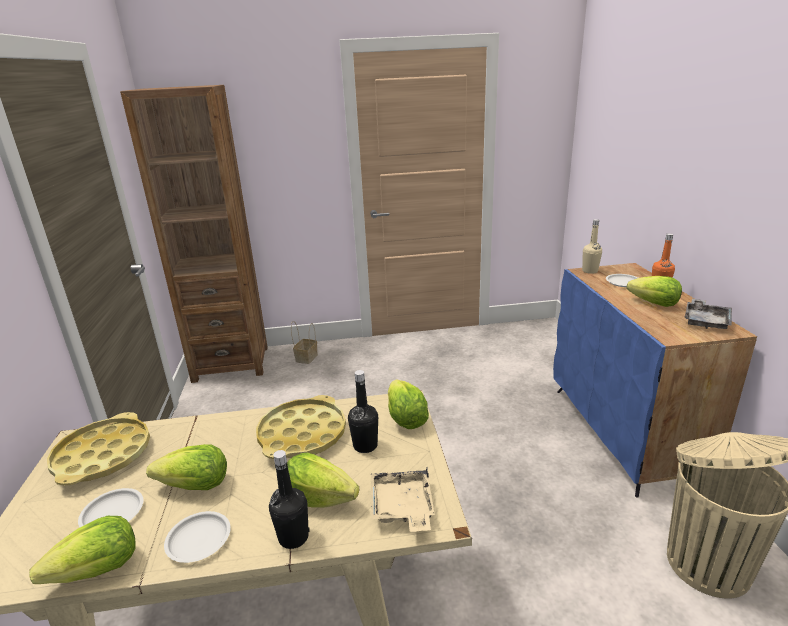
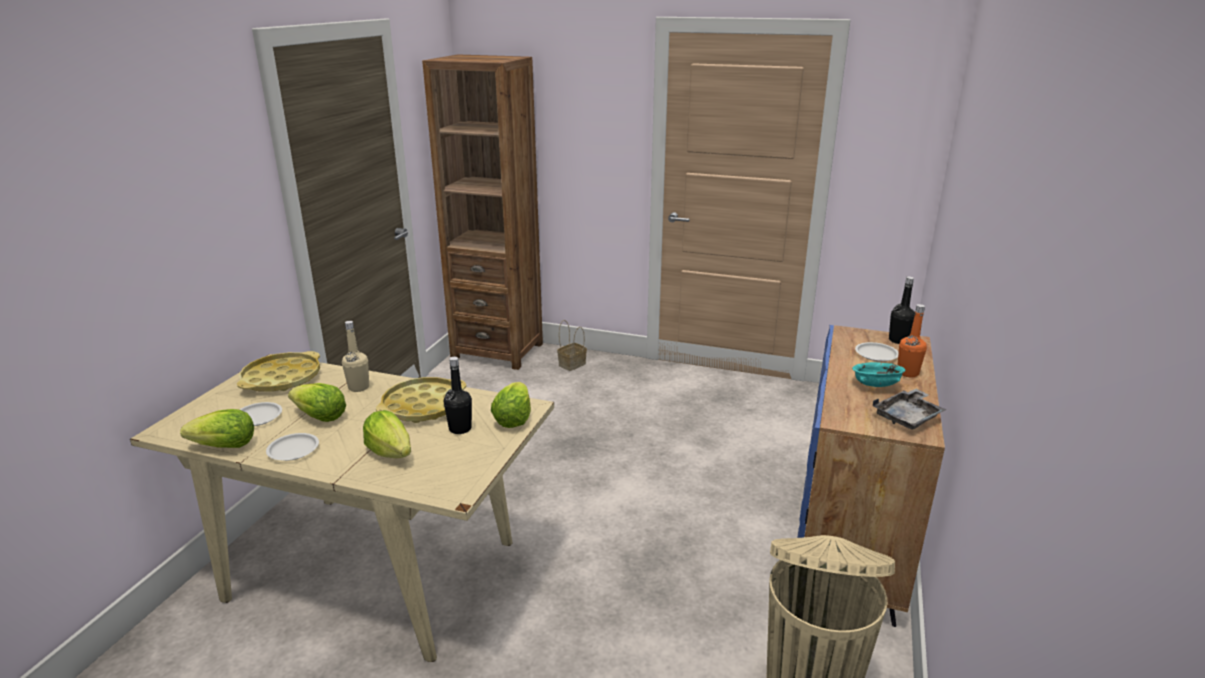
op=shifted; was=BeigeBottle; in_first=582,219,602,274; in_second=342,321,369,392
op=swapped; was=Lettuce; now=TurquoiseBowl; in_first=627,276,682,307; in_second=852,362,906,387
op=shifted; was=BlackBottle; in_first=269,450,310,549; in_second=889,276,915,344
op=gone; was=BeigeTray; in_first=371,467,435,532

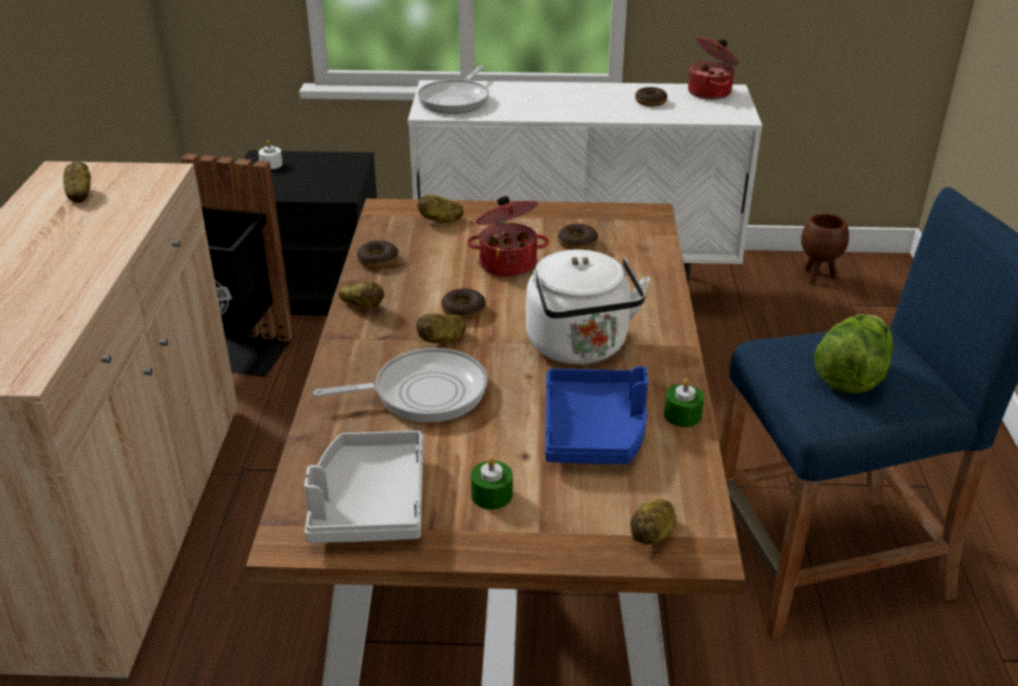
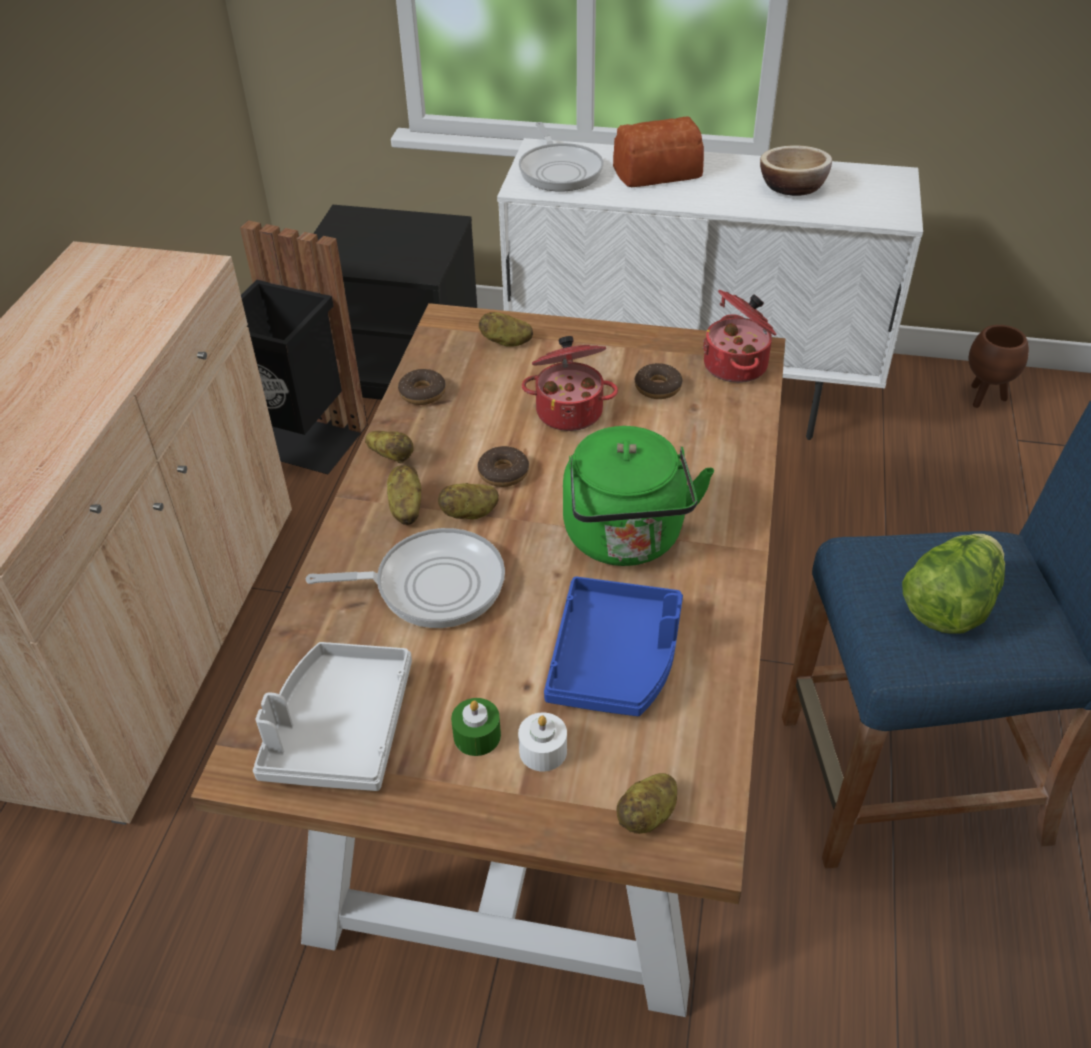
op=shifted; was=Potato; in_first=63,162,91,203; in_second=387,465,421,525
op=shifted; was=WhiteCandle; in_first=258,140,283,169; in_second=518,713,567,772
op=rotated; was=FryingPan; in_first=417,66,489,114; in_second=519,122,604,192; clockwise=-45
op=repainted; was=WhiteKettle; now=GreenKettle; in_first=526,250,650,365; in_second=563,426,714,566
op=new; now=Bread; in_second=613,116,704,187
op=shifted; was=CookingPot; in_first=688,37,738,100; in_second=702,290,776,383
op=swapped; was=Donut; now=Bowl; in_first=635,87,667,107; in_second=760,145,832,196
op=gone; was=GreenCandle; in_first=664,378,704,427

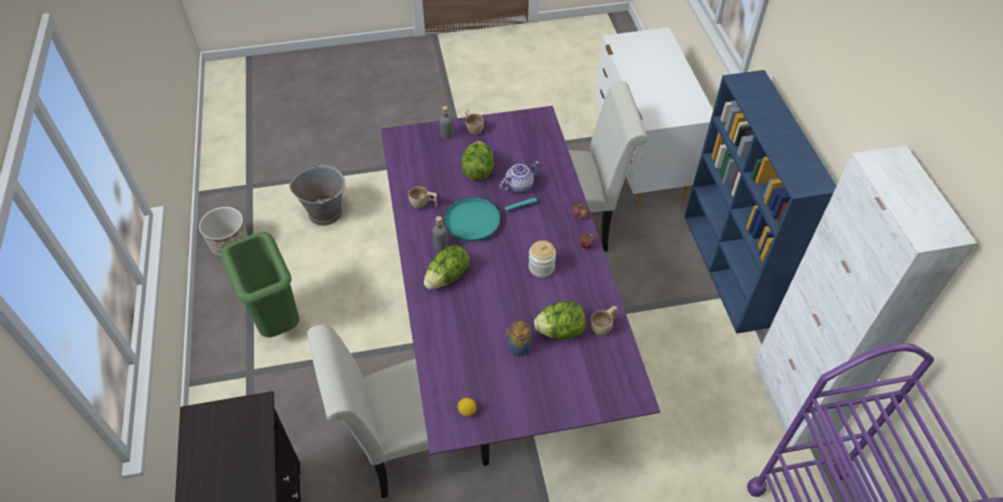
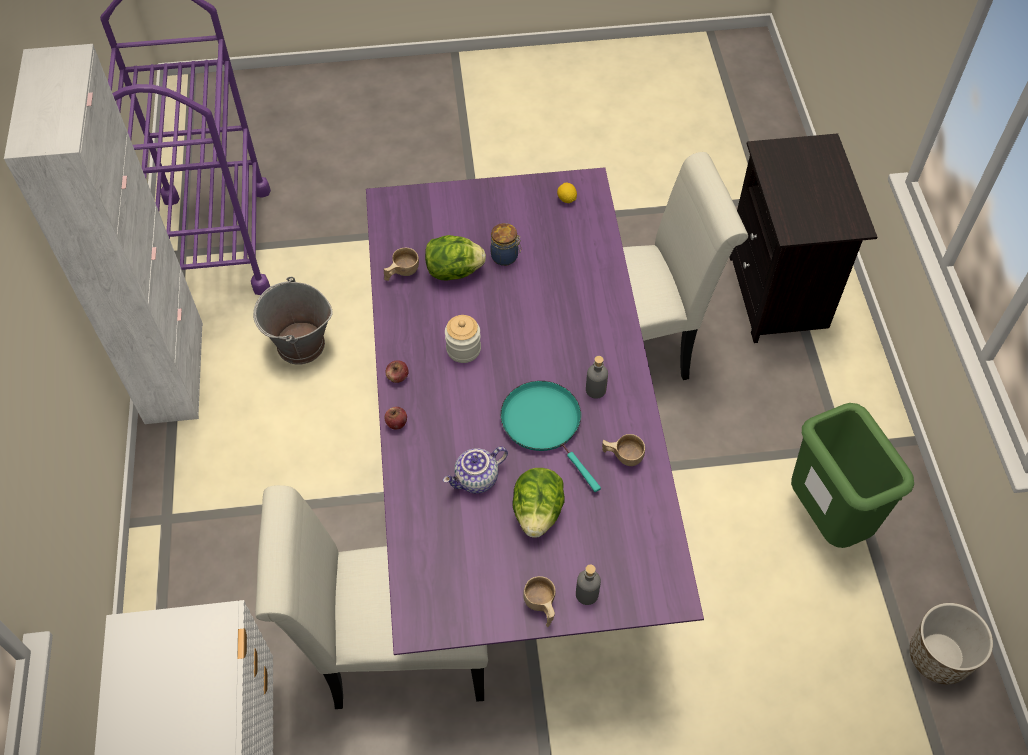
op=shifted; was=GreyBucket; in_first=289,162,345,226; in_second=253,277,333,365
op=rotated; was=TurquoiseFryingPan; in_first=444,197,537,242; in_second=500,381,601,492; clockwise=-105
op=gone; was=Lettuce; in_first=424,245,470,289
op=gone; was=BlueBookcase; in_first=685,70,836,334

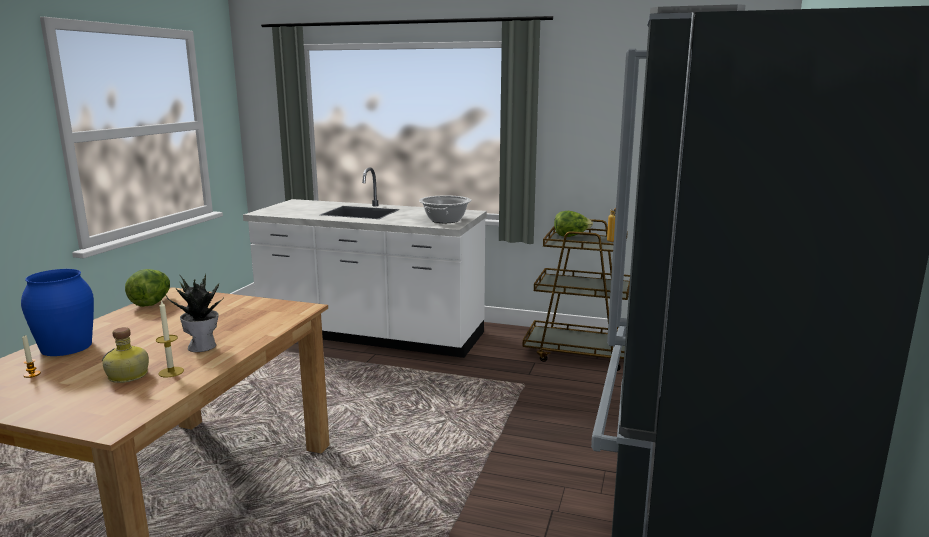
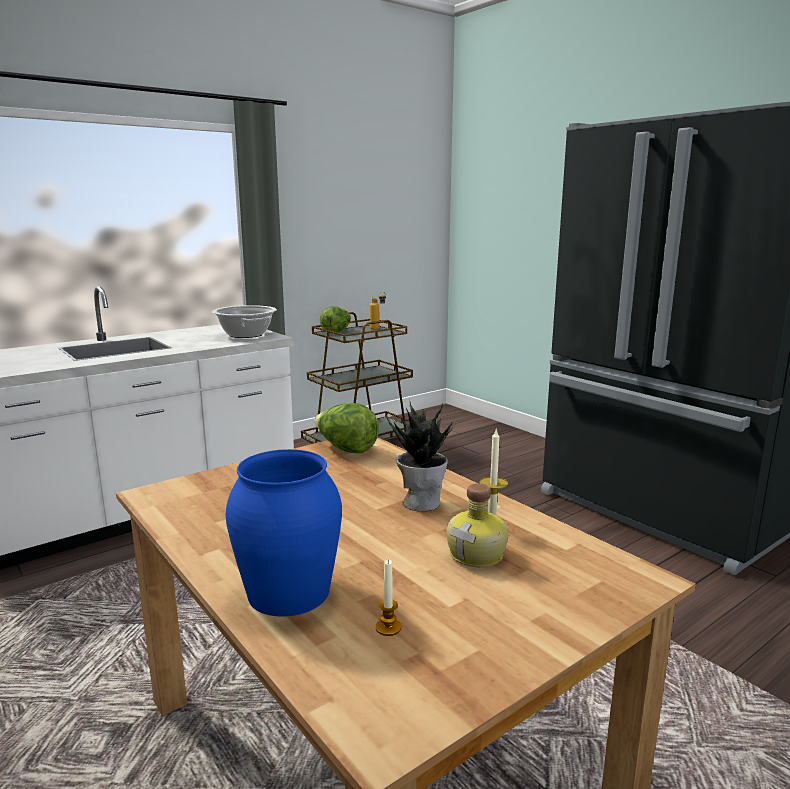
op=shifted; was=Lettuce; in_first=125,269,170,307; in_second=314,403,379,453

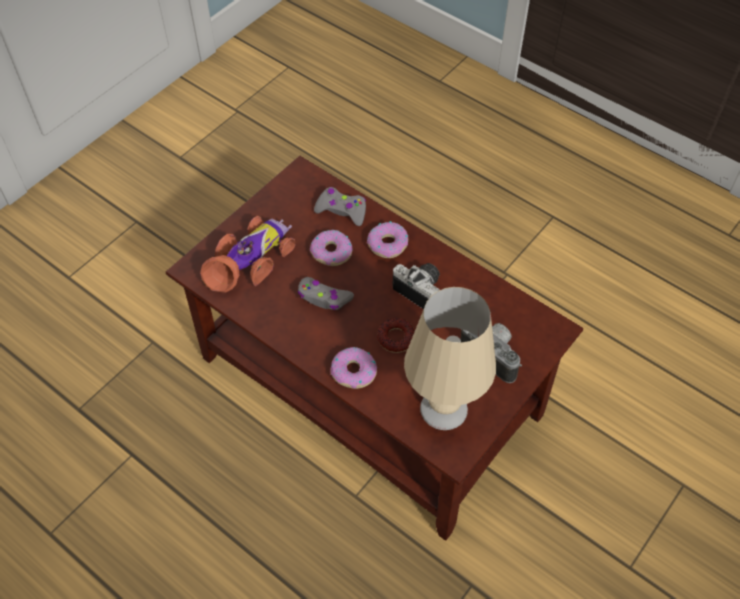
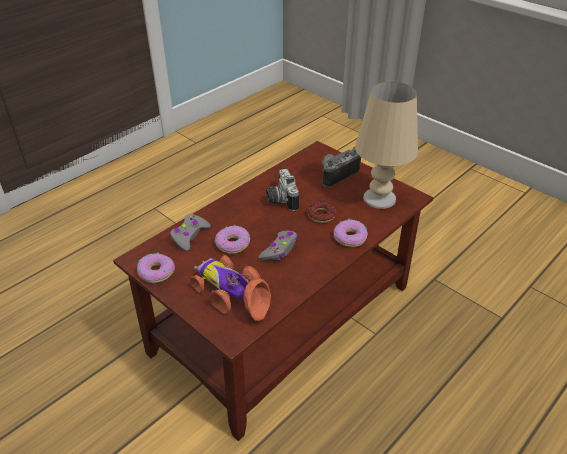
op=shifted; was=Donut; in_first=367,221,408,258; in_second=137,253,175,283
op=rotated; was=PhotoCamera; in_first=393,263,440,309; in_second=266,169,299,211; clockwise=-60

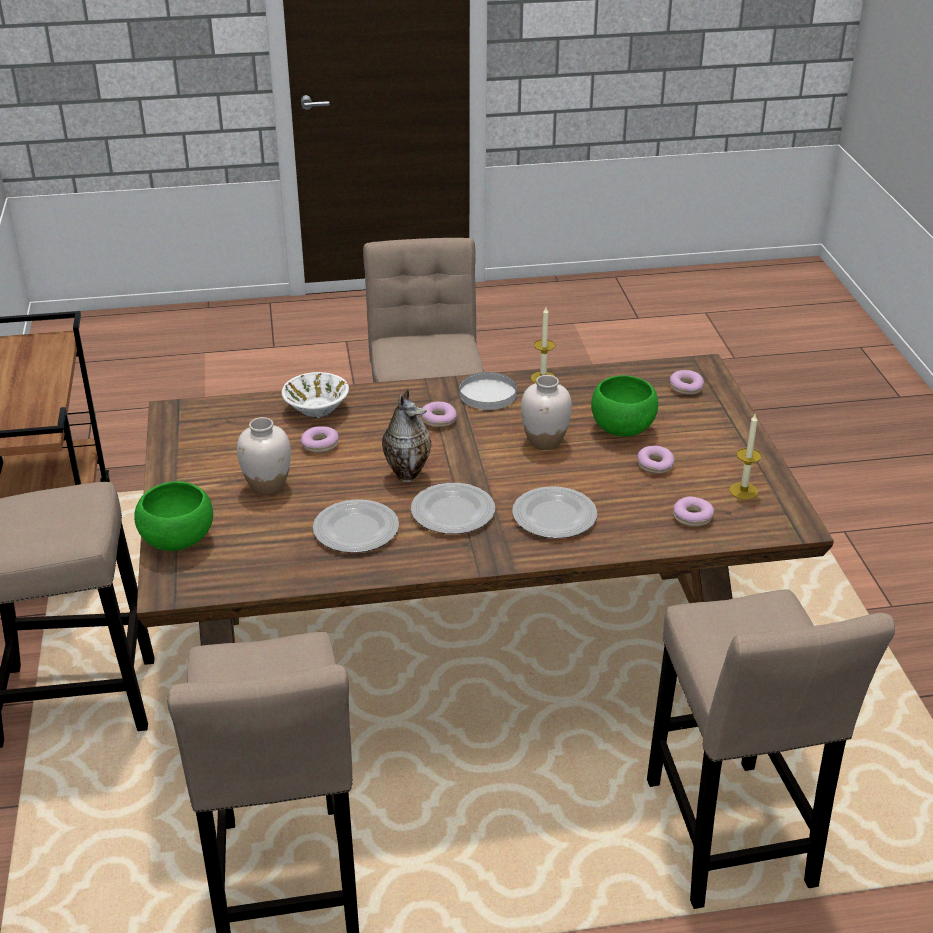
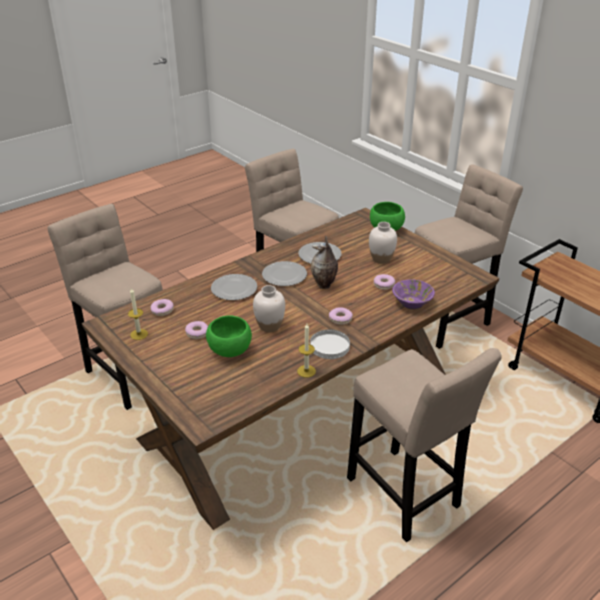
op=repainted; was=WhiteBowl; now=PurpleBowl; in_first=282,372,349,418; in_second=392,279,435,309
op=gone; was=Donut; in_first=670,370,704,395

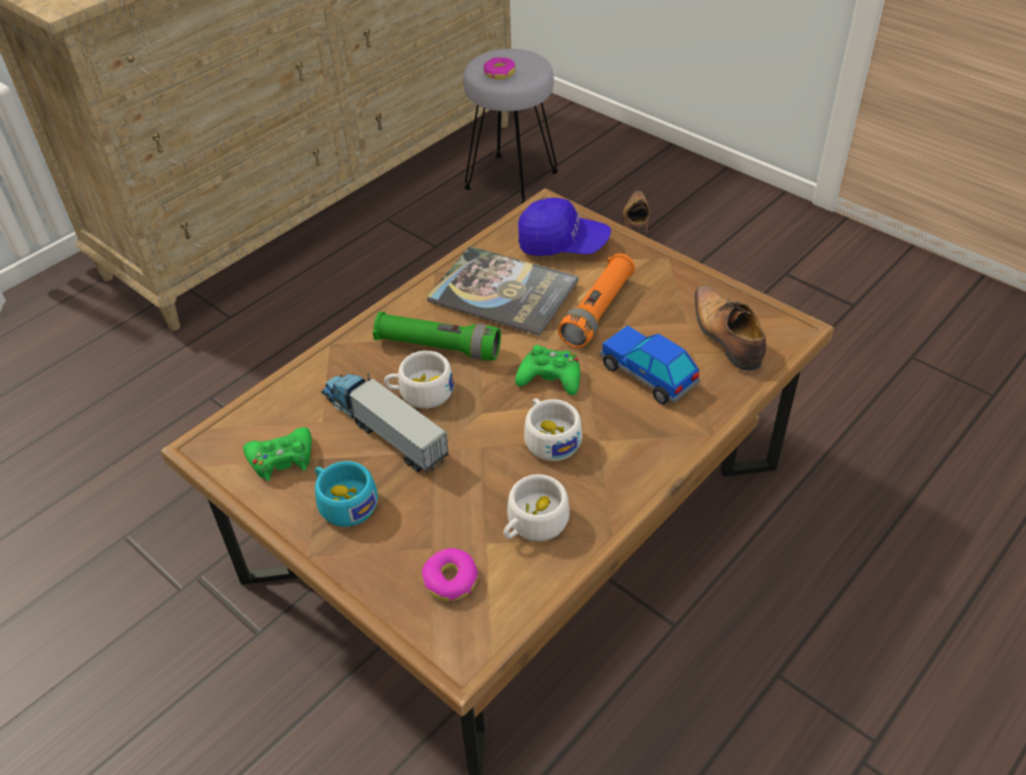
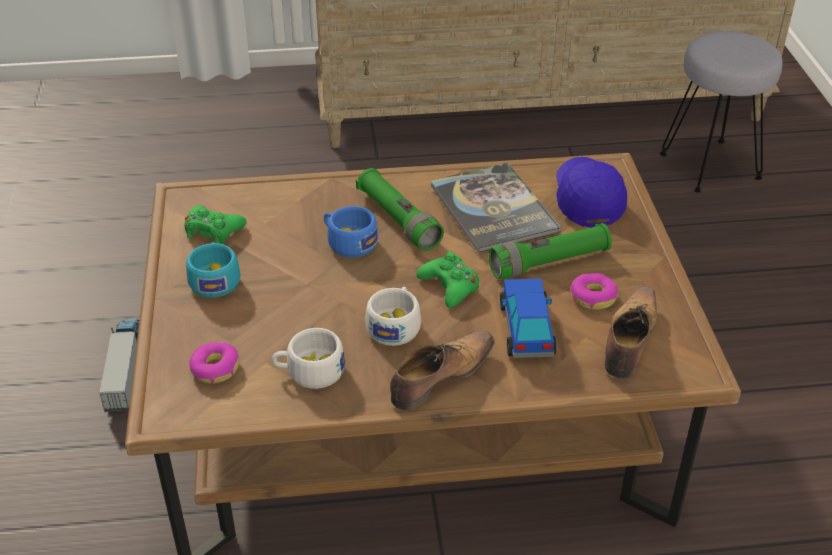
op=shifted; was=ToyTruck; in_first=321,373,449,473; in_second=99,319,139,414
op=repainted; was=WhiteCup; now=BlueCup; in_first=384,350,454,408; in_second=324,206,378,258
op=shifted; was=Shoe; in_first=622,191,650,236; in_second=390,331,495,410
op=repainted; was=OrangeFlashlight; now=GreenFlashlight; in_first=558,253,635,348; in_second=489,223,612,279
op=rotated; was=BlueCap; in_first=518,198,611,256; in_second=556,157,627,228; clockwise=-150
op=shifted; was=Donut; in_first=483,57,516,80; in_second=570,273,618,310

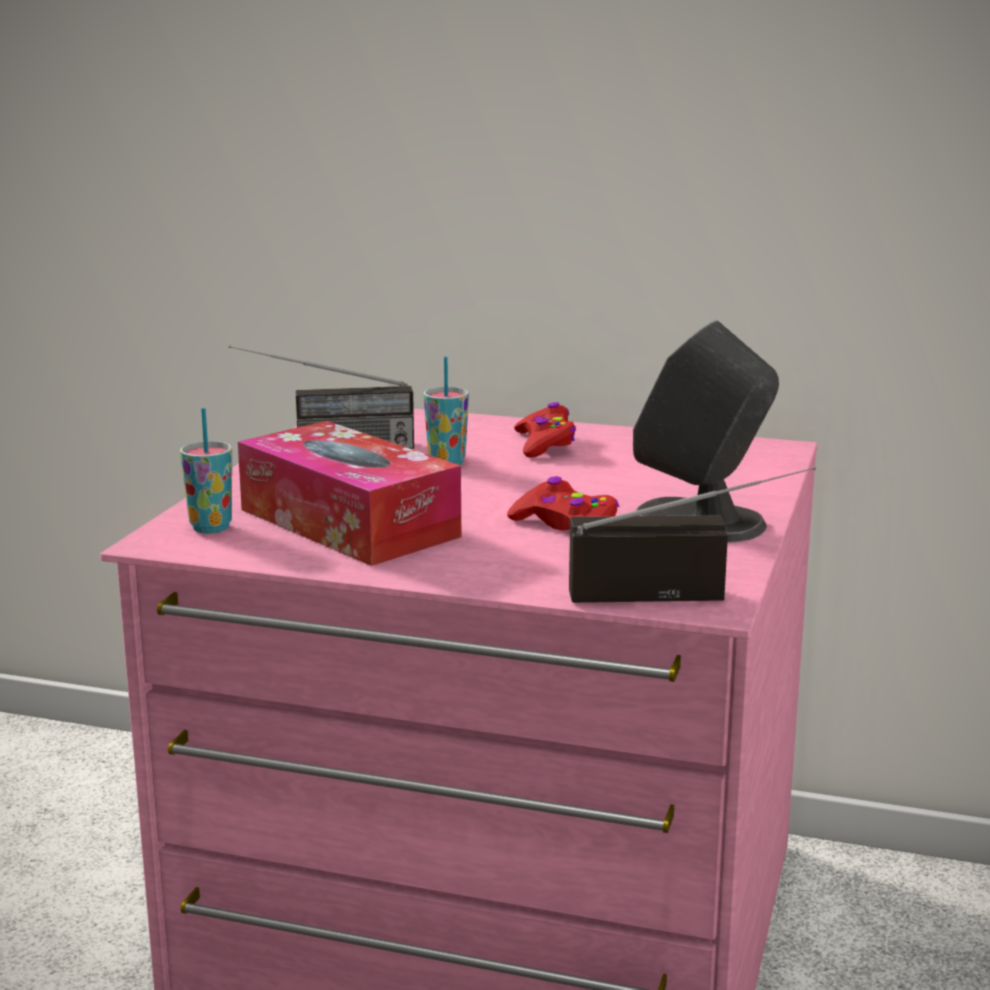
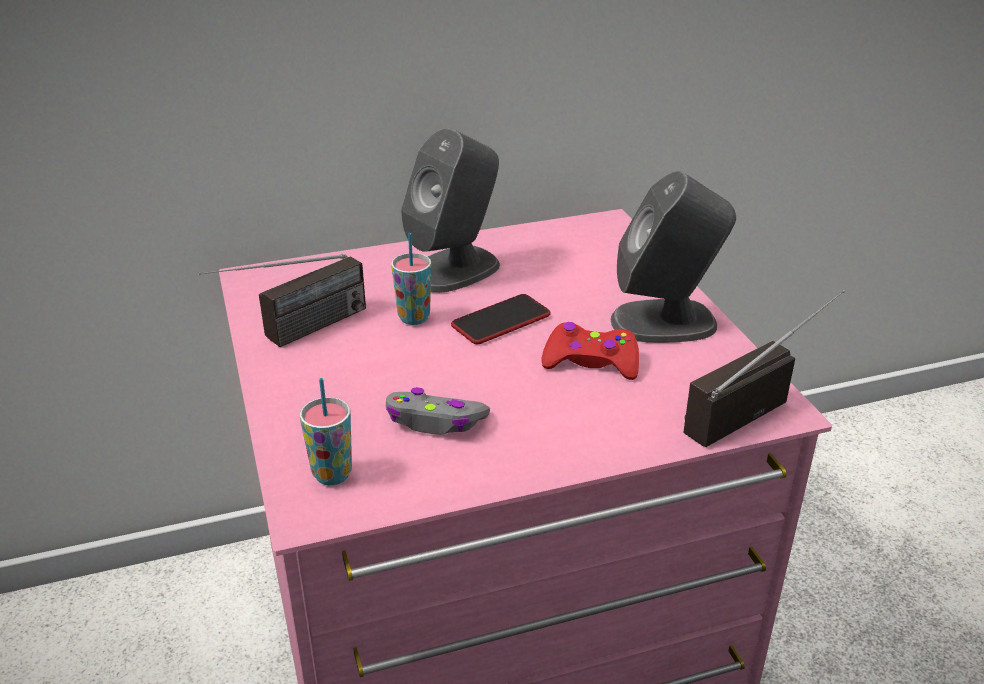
op=swapped; was=TissueBox; now=GreyGameController; in_first=238,421,461,566; in_second=386,387,490,435
op=swapped; was=RedGameController; now=GreySpeaker; in_first=514,402,576,458; in_second=401,128,500,293
op=new; now=Phone; in_second=451,294,551,344

